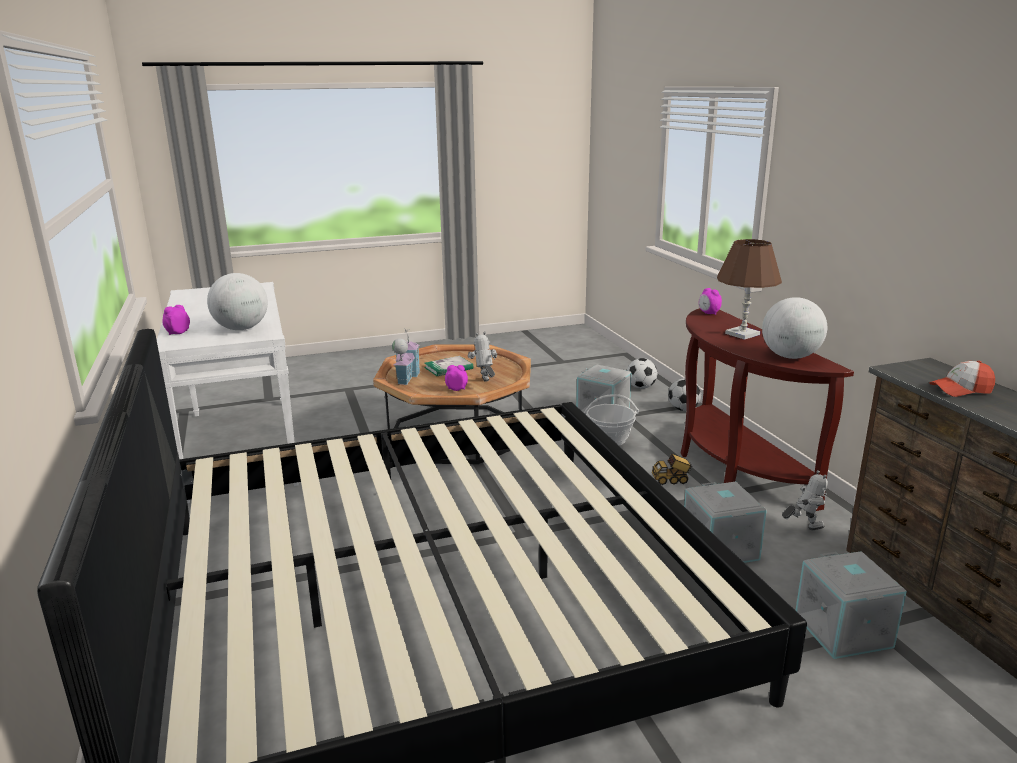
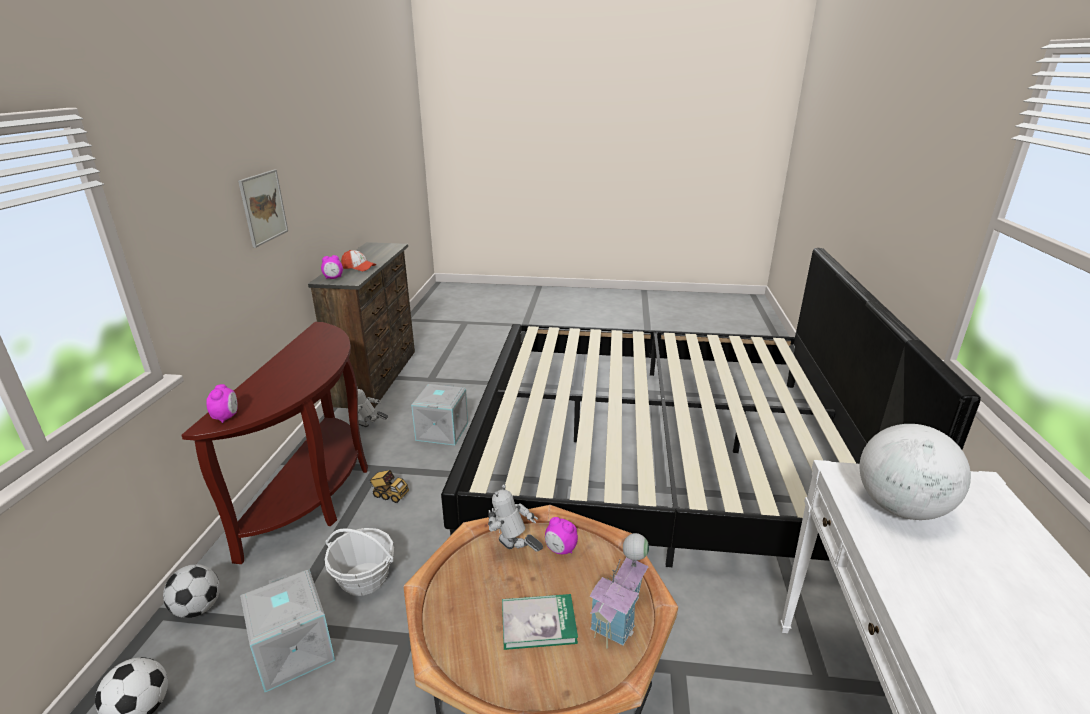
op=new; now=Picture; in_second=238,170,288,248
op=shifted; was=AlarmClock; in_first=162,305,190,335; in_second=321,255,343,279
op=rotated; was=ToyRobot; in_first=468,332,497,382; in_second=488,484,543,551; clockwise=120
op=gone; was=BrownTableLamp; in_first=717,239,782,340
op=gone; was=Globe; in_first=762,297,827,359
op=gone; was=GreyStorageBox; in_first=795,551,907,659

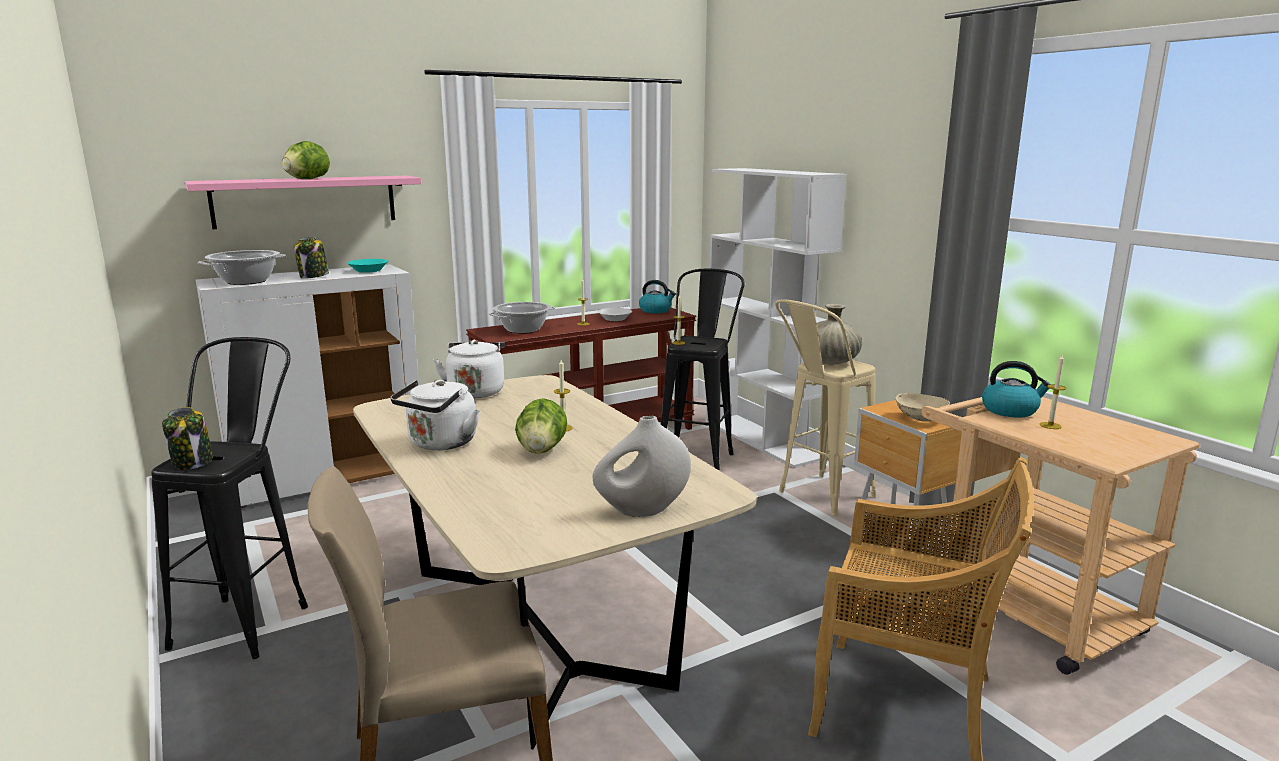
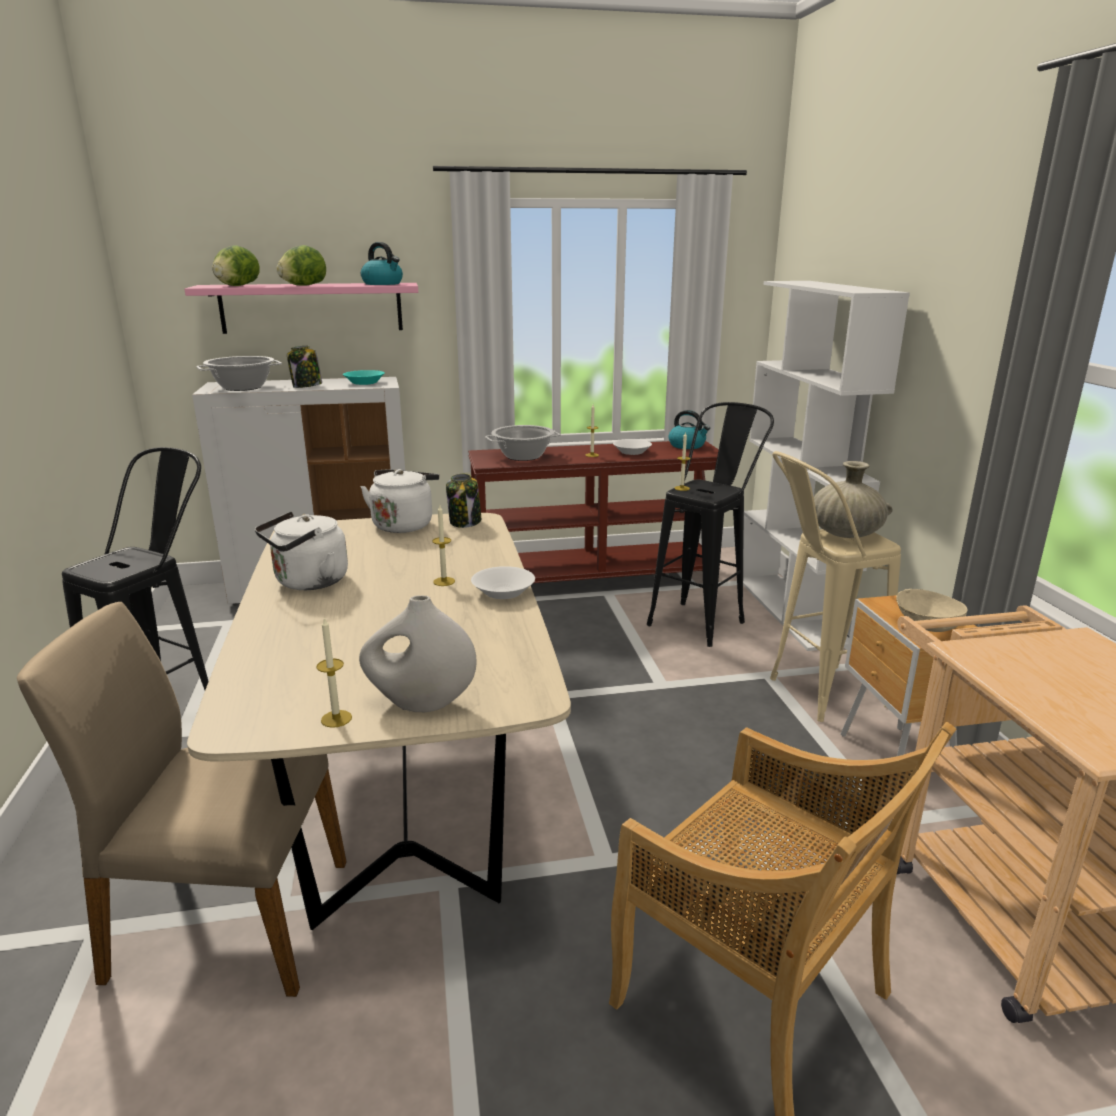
op=shifted; was=Lettuce; in_first=515,398,567,454; in_second=212,245,260,286
op=shifted; was=Candle; in_first=1040,355,1066,429; in_second=316,617,352,728
op=shifted; was=Kettle; in_first=982,361,1051,418; in_second=361,242,403,285
op=shifted; was=Jar; in_first=162,407,213,470; in_second=446,473,481,528
op=new; now=WhiteBowl; in_second=471,566,535,599

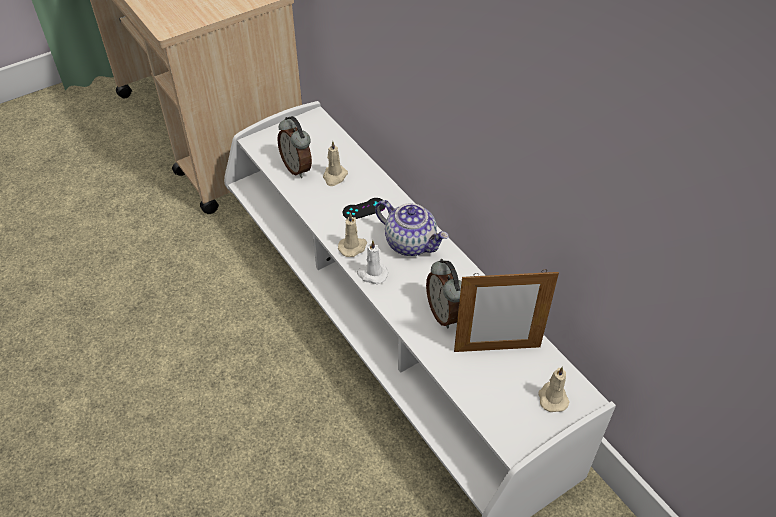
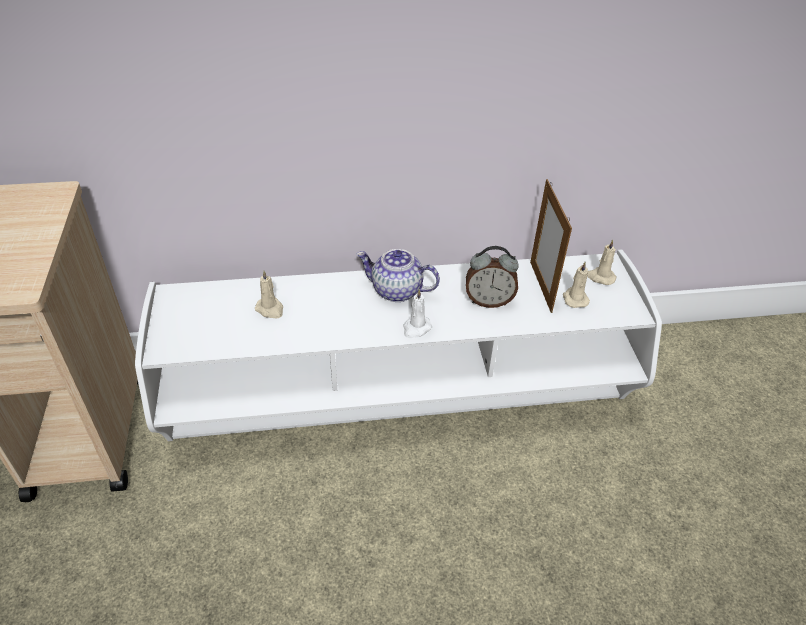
op=rotated; was=Teapot; in_first=375,200,449,256; in_second=357,249,440,302; clockwise=-135
op=rotated; was=PictureFrame; in_first=454,269,559,352; in_second=530,179,572,313; clockwise=150
op=shifted; was=BeigeCandle; in_first=338,213,367,257; in_second=563,262,590,308
op=gone; was=AlarmClock; in_first=277,116,312,178
op=gone; was=BlackGameController; in_first=343,198,386,219

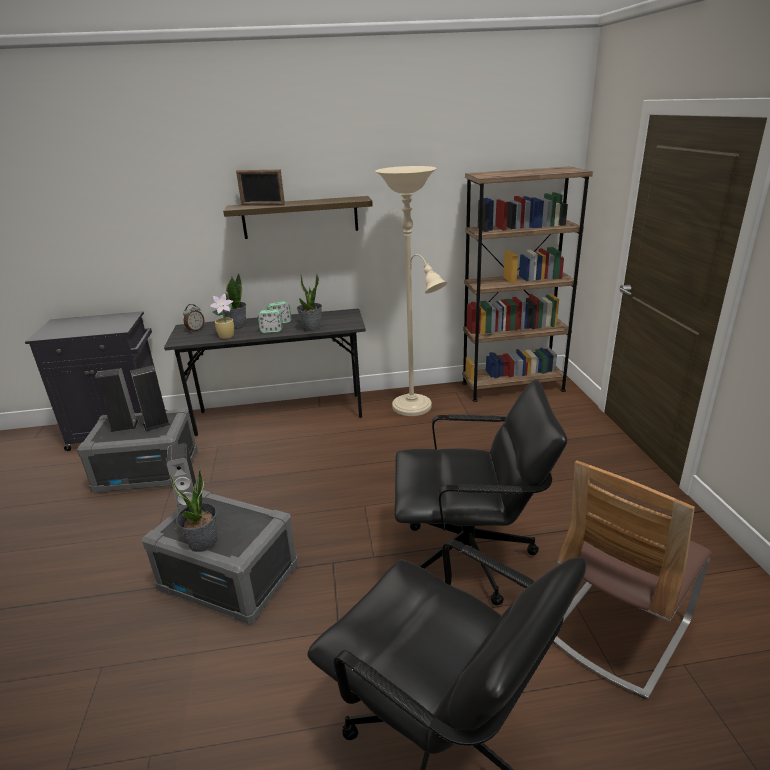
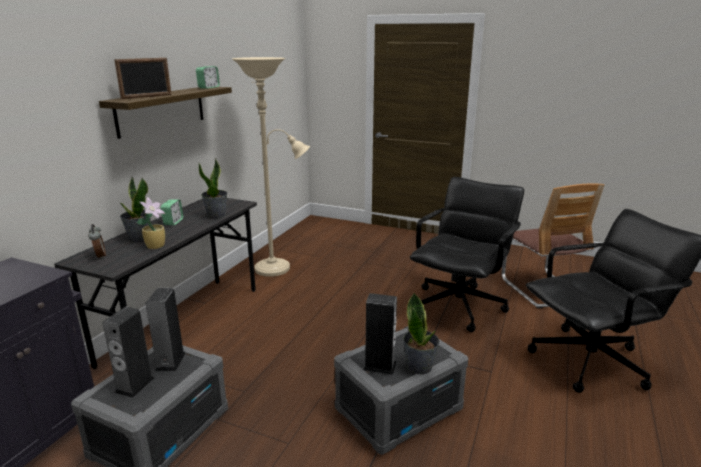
op=shifted; was=AlarmClock; in_first=258,309,283,333; in_second=196,66,220,89
op=gone; was=BrownBookcase; in_first=462,167,593,402

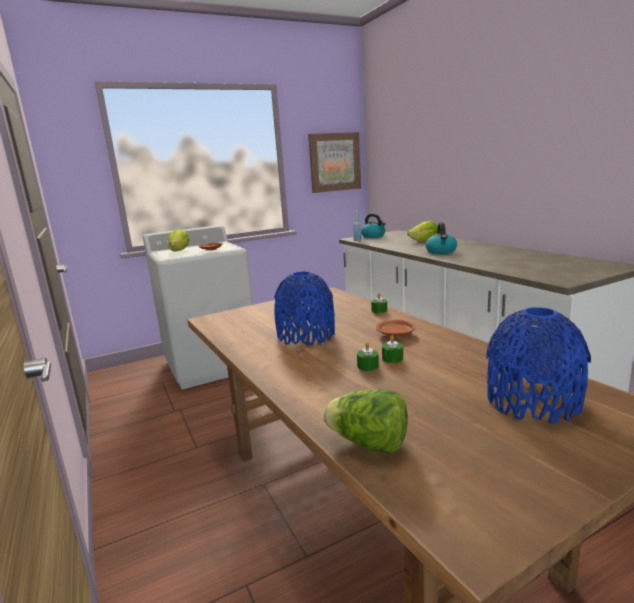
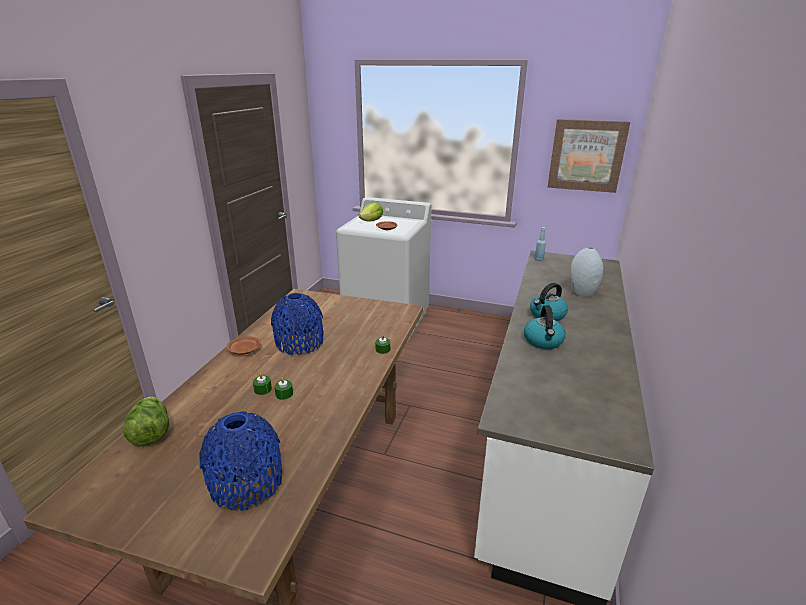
op=shifted; was=BrownPlate; in_first=376,320,416,337; in_second=227,336,261,355
op=shifted; was=Kettle; in_first=361,213,386,238; in_second=524,305,566,349
op=swapped; was=Lettuce; now=GreyVase; in_first=407,221,438,241; in_second=571,247,603,296

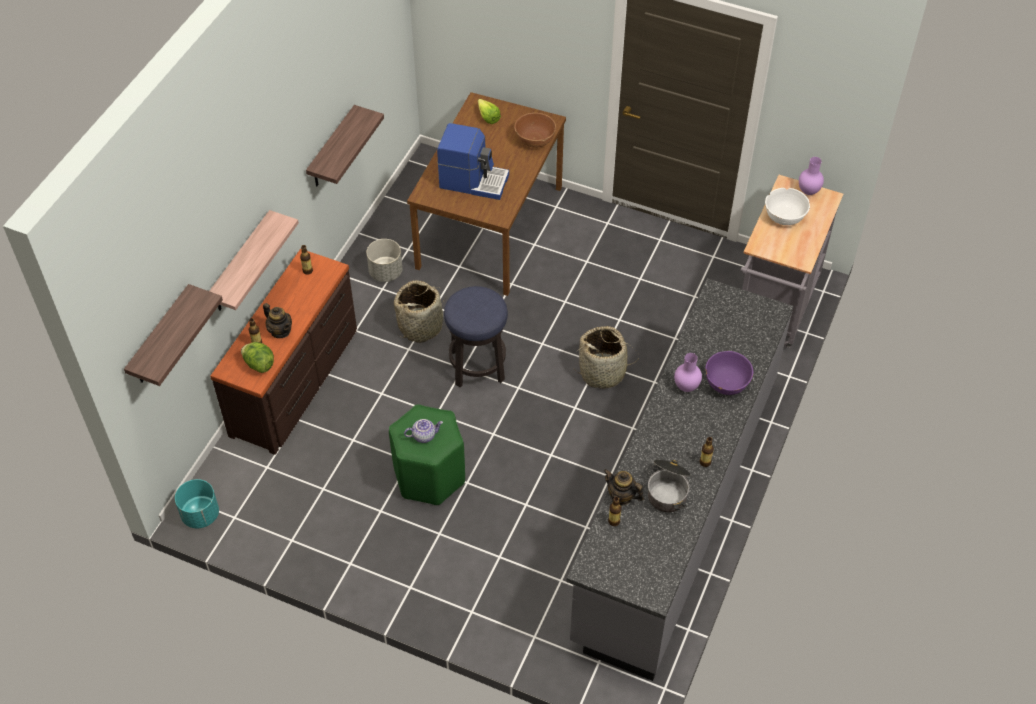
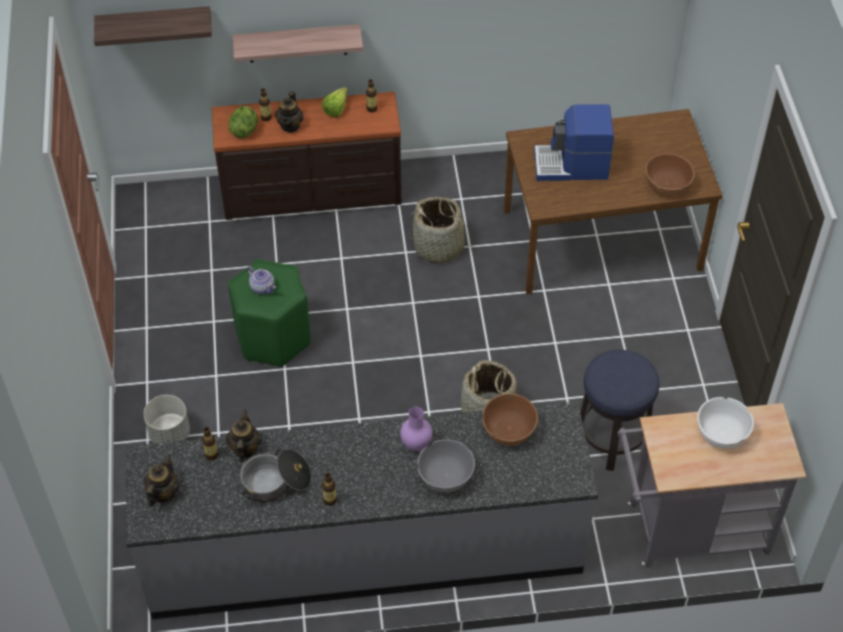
op=shifted; was=GreyPlanter; in_first=366,239,402,282; in_second=143,395,190,444
op=new; now=Teapot; in_second=144,455,179,507
op=shifted; was=Lettuce; in_first=478,99,501,124; in_second=322,87,348,117
op=repainted; was=PurpleBowl; now=GreyBowl; in_first=705,351,753,395; in_second=417,439,475,493
op=new; now=BrownBowl; in_second=483,394,538,446
op=rotated; was=CoffeeMachine; in_first=437,123,509,200; in_second=534,104,614,181; clockwise=105
op=shifted; was=Stool; in_first=444,286,508,388; in_second=580,350,659,471
op=gone; was=TurquoisePlanter; in_first=175,479,219,528
op=gone; was=Shelf; in_first=306,105,384,186
op=gone; was=PurpleVase; in_first=799,157,824,195

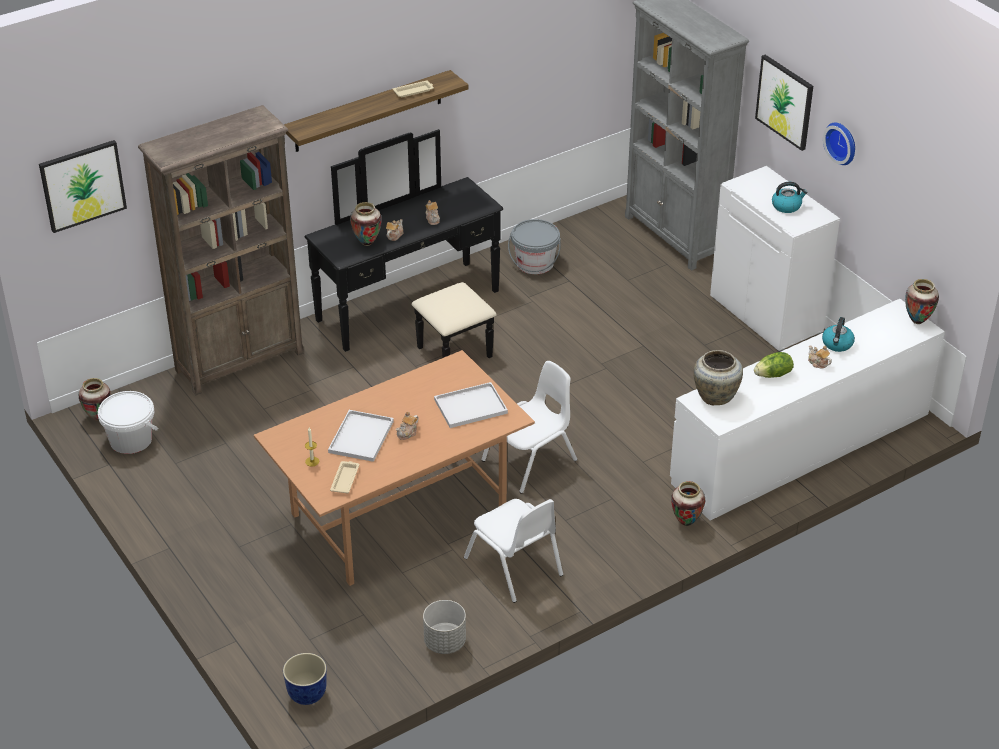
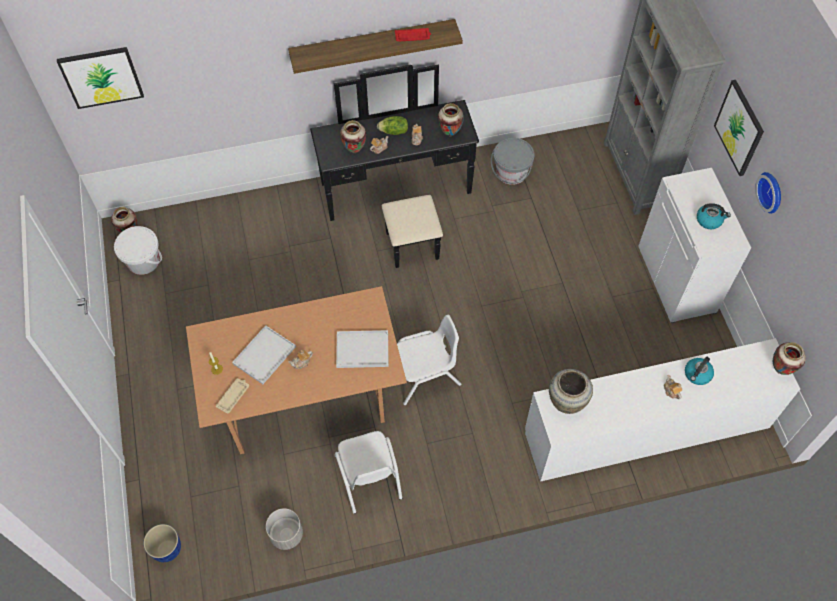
op=shifted; was=Lettuce; in_first=754,352,794,378; in_second=377,116,408,135
op=repainted; was=BeigeTray; now=RedTray; in_first=393,81,434,97; in_second=395,28,431,41
op=shifted; was=Vase; in_first=671,481,705,526; in_second=438,103,464,136
op=gone; was=BrownBookcase; in_first=138,105,304,395

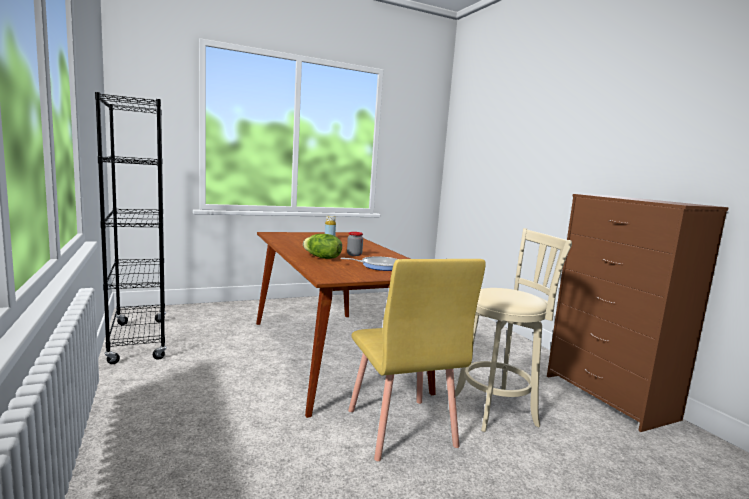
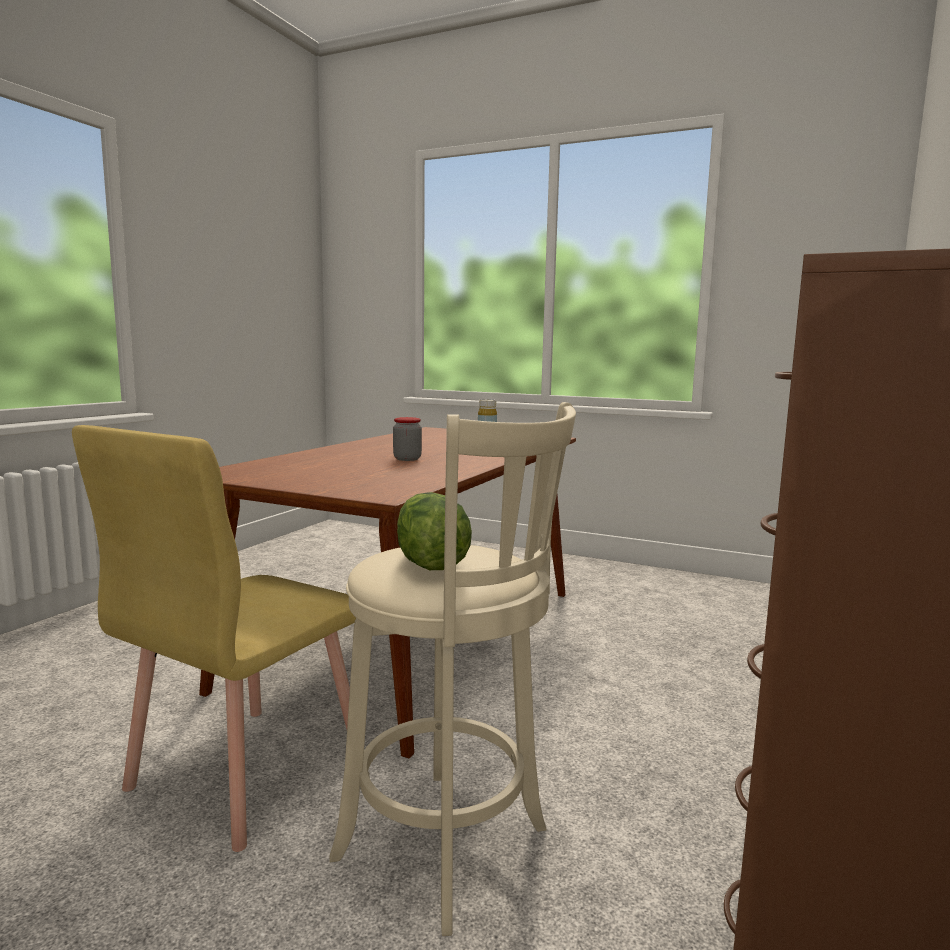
op=shifted; was=Lettuce; in_first=303,234,342,259; in_second=397,492,472,570
op=gone; was=BlackBookcase; in_first=95,92,167,364
op=gone; was=FryingPan; in_first=341,256,398,271

